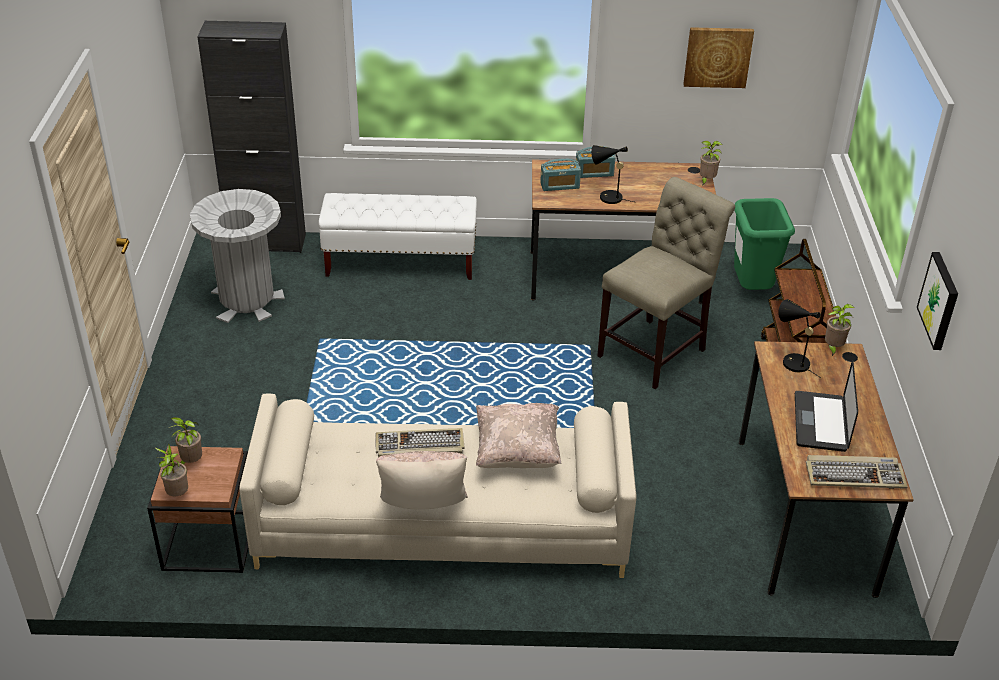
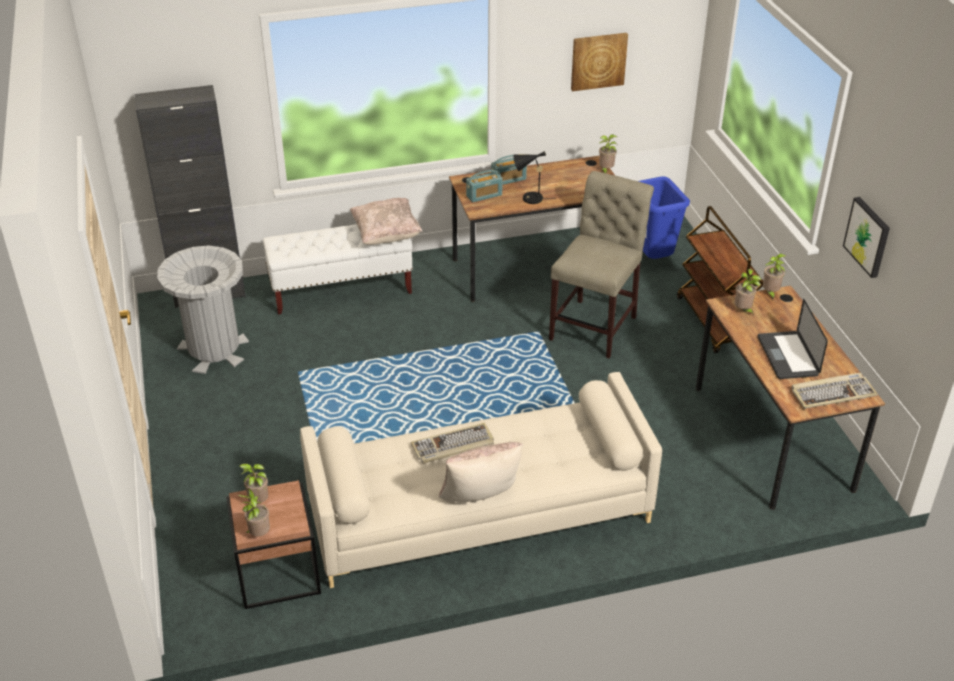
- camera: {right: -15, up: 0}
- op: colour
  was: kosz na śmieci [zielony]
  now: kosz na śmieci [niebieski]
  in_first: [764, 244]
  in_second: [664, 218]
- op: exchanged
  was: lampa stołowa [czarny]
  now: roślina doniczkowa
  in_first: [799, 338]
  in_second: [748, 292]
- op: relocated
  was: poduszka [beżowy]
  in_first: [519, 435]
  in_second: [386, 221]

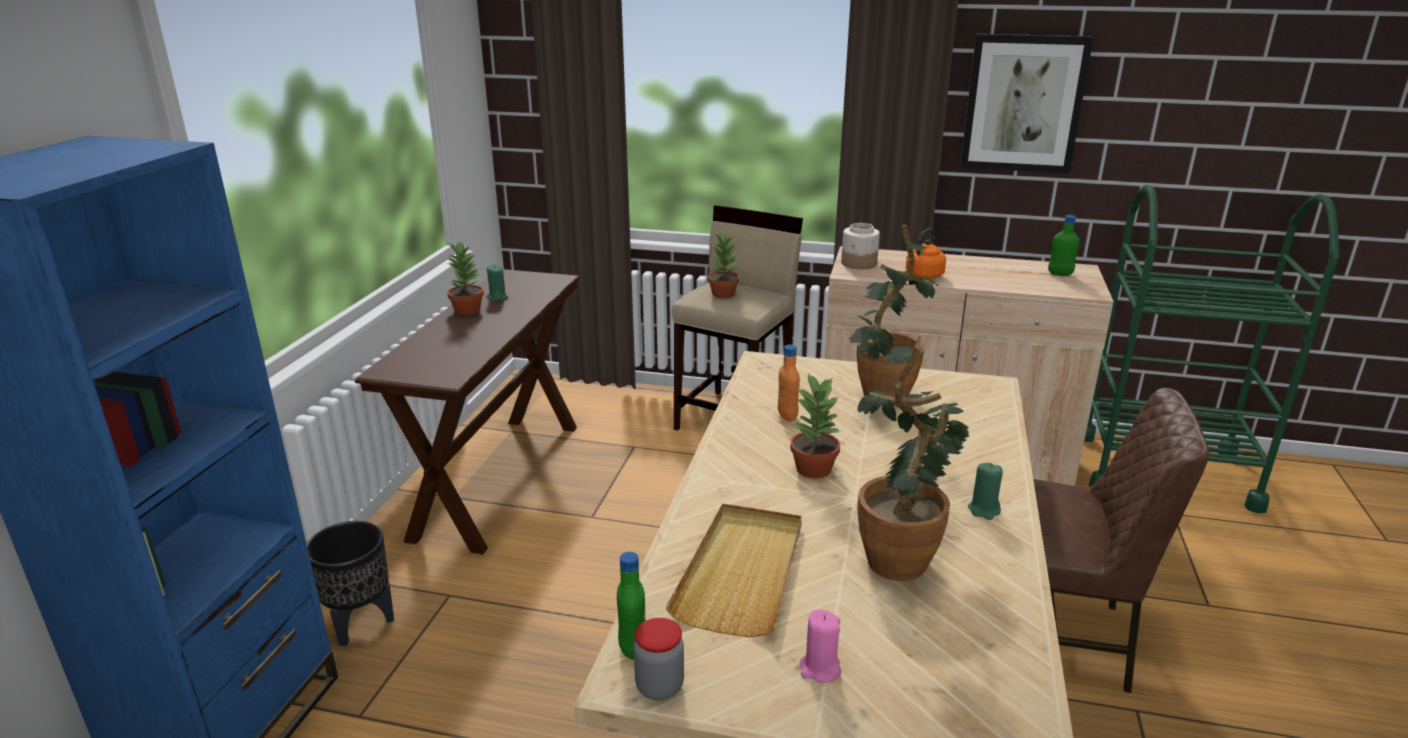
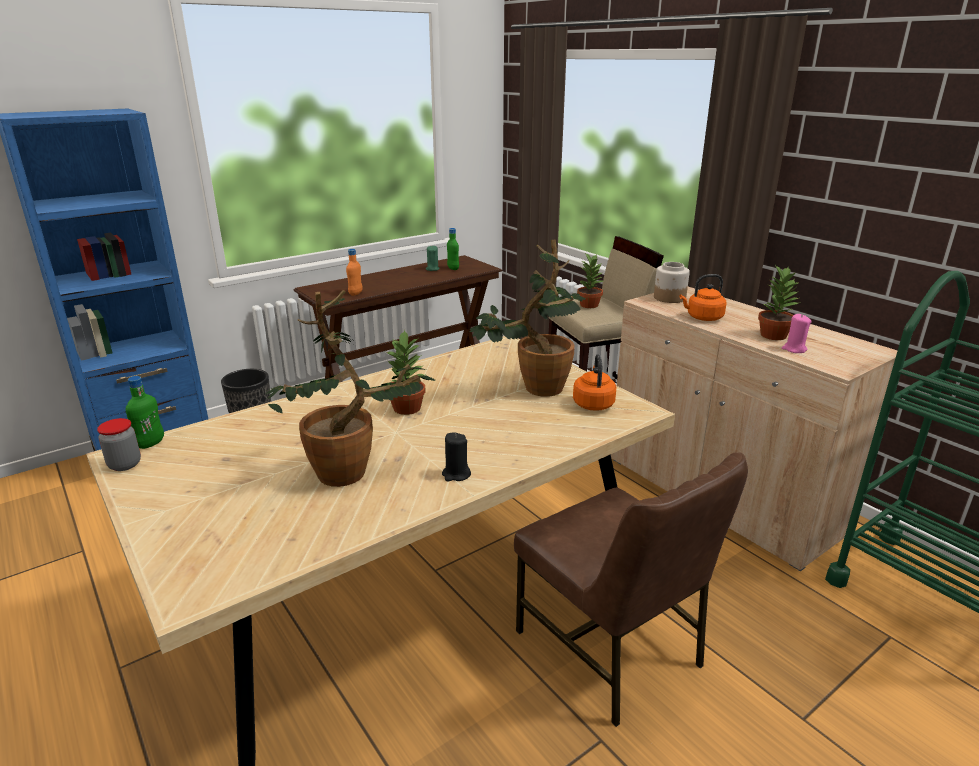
- camera: {right: 40, up: 0}
- op: missing
  was: obraz
  in_first: [1027, 104]
- op: relocated
  was: butelka [zielony]
  in_first: [1064, 245]
  in_second: [453, 249]
- op: relocated
  was: roślina doniczkowa
  in_first: [465, 278]
  in_second: [778, 302]
- op: relocated
  was: butelka [pomarańczowy]
  in_first: [789, 382]
  in_second: [354, 272]
- op: colour
  was: świeca [zielony]
  now: świeca [czarny]
  in_first: [985, 491]
  in_second: [456, 457]
- op: missing
  was: taca [beżowy]
  in_first: [734, 571]
- op: relocated
  was: świeca [różowy]
  in_first: [820, 646]
  in_second: [797, 333]
- op: appeared
  now: czajnik [pomarańczowy]
  in_second: [594, 382]

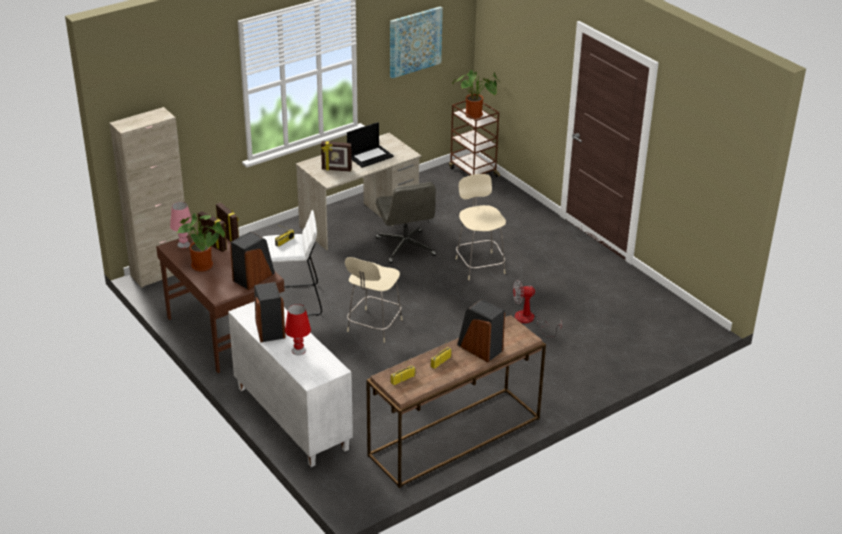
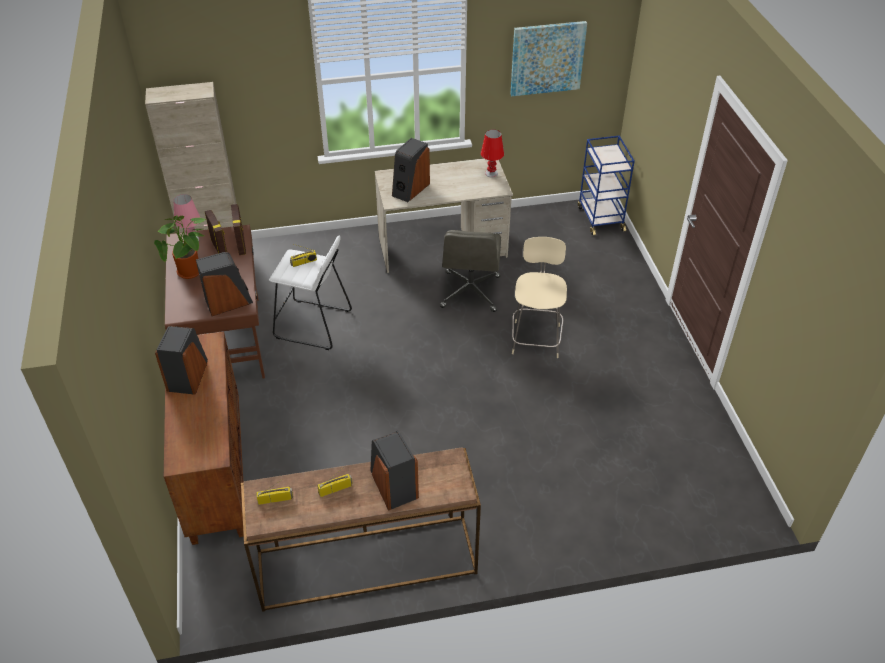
- camera: {right: 25, up: 10}
- op: missing
  was: roślina doniczkowa
  in_first: [476, 94]
- op: colour
  was: wózek [brązowy]
  now: wózek [niebieski]
  in_first: [474, 138]
  in_second: [606, 185]
- op: missing
  was: laptop
  in_first: [370, 145]
- op: exchanged
  was: ramka na zdjęcie
  now: głośnik
  in_first: [336, 156]
  in_second: [411, 170]
- op: missing
  was: krzesło [beżowy]
  in_first: [374, 300]
- op: missing
  was: wentylator
  in_first: [537, 308]
- op: colour
  was: szafka [biały]
  now: szafka [brązowy]
  in_first: [290, 384]
  in_second: [204, 438]
- op: relocated
  was: lampa stołowa [czerwony]
  in_first: [298, 329]
  in_second: [492, 153]

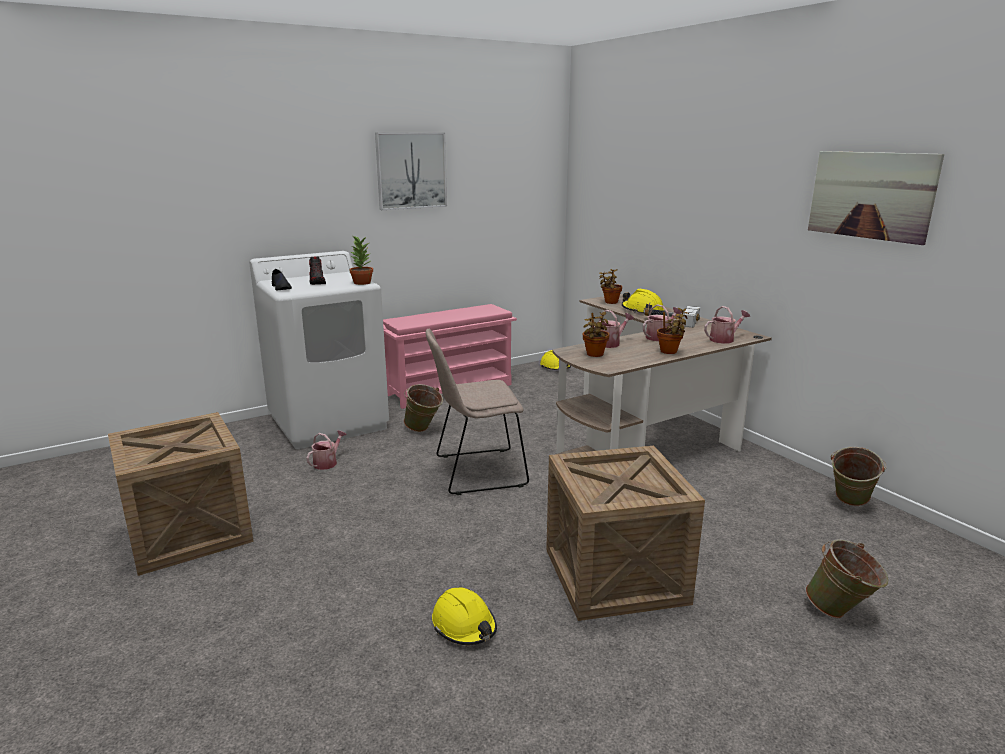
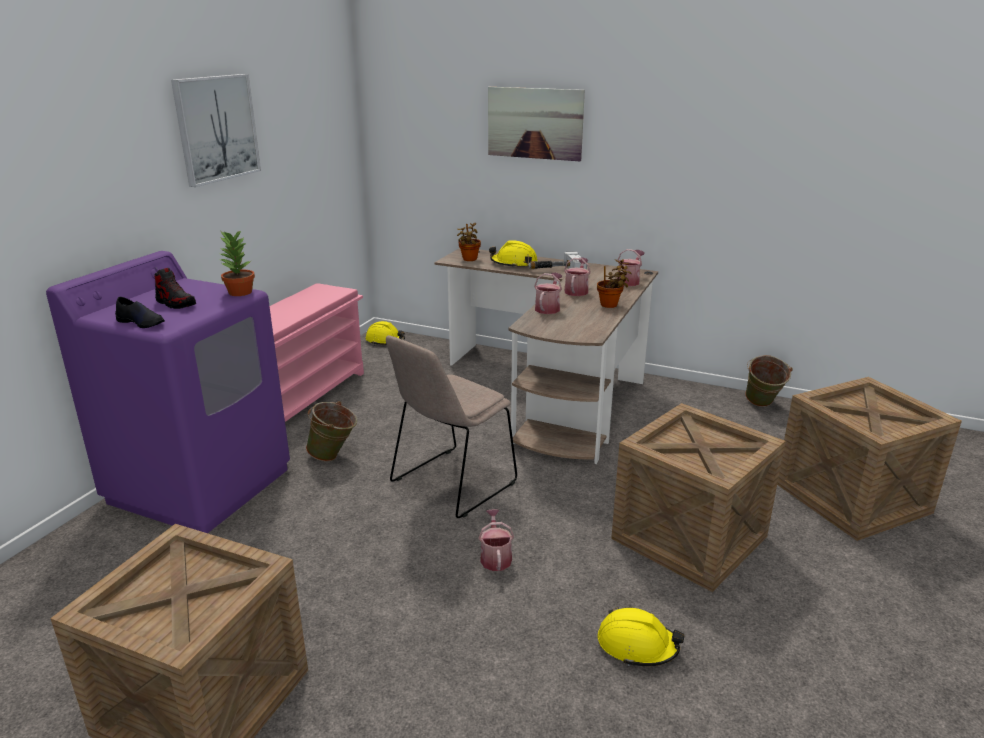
- camera: {right: -35, up: 5}
- op: relocated
  was: obraz
  in_first: [876, 198]
  in_second: [536, 124]
- op: colour
  was: pralka [biały]
  now: pralka [fioletowy]
  in_first: [319, 350]
  in_second: [168, 392]
- op: missing
  was: roślina doniczkowa
  in_first: [596, 334]
- op: relocated
  was: konewka
  in_first: [326, 450]
  in_second: [496, 540]
- op: exchanged
  was: wiadro [zielony]
  now: skrzynka
  in_first: [847, 579]
  in_second: [869, 459]

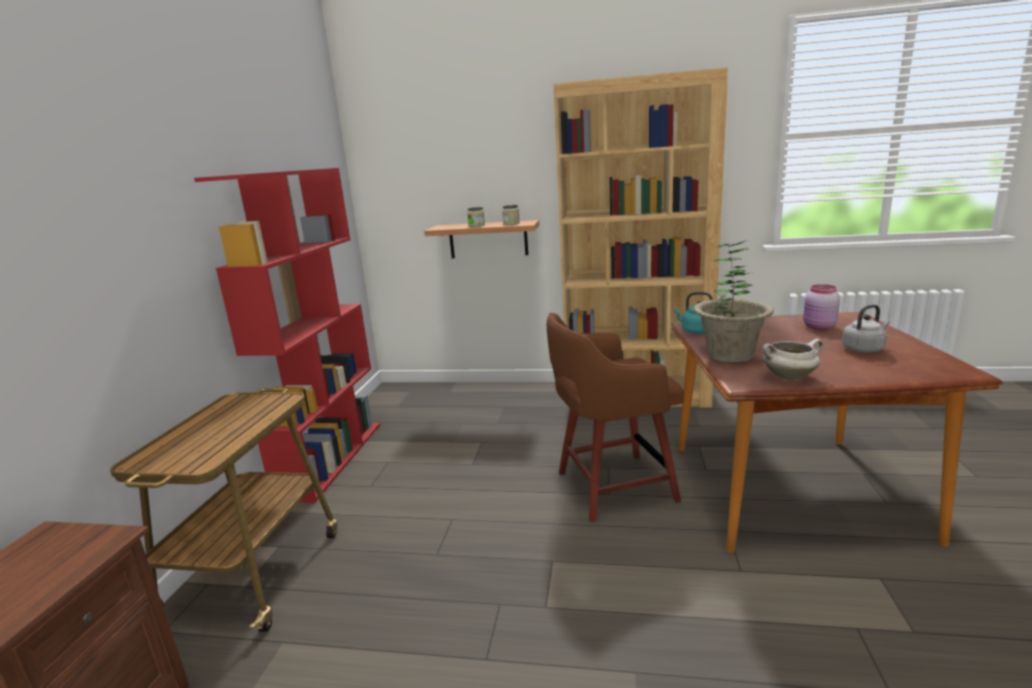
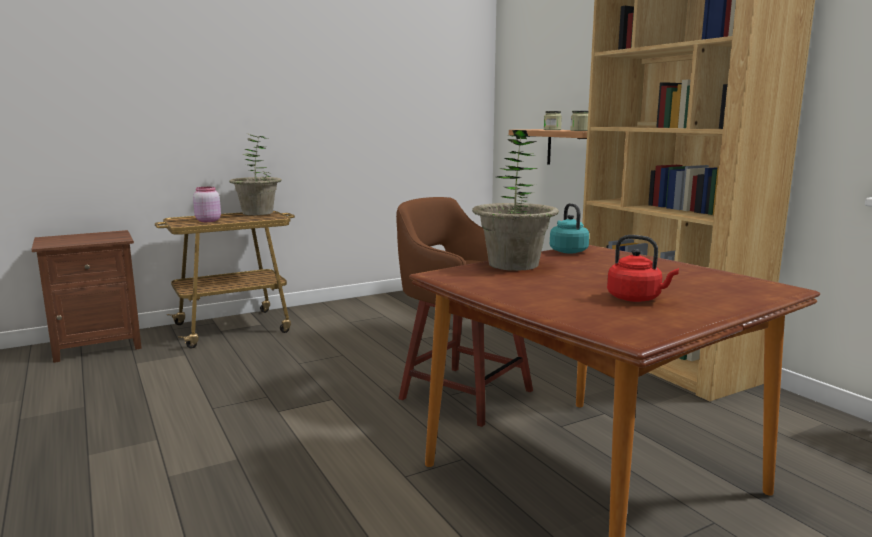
- camera: {right: 50, up: -5}
- op: missing
  was: regał [czerwony]
  in_first: [287, 335]
- op: relocated
  was: słoik [różowy]
  in_first: [821, 307]
  in_second: [207, 204]
- op: colour
  was: czajnik [szary]
  now: czajnik [czerwony]
  in_first: [866, 329]
  in_second: [643, 268]
- op: missing
  was: garnek [biały]
  in_first: [793, 359]
- op: appeared
  now: roślina doniczkowa
  in_second: [255, 174]

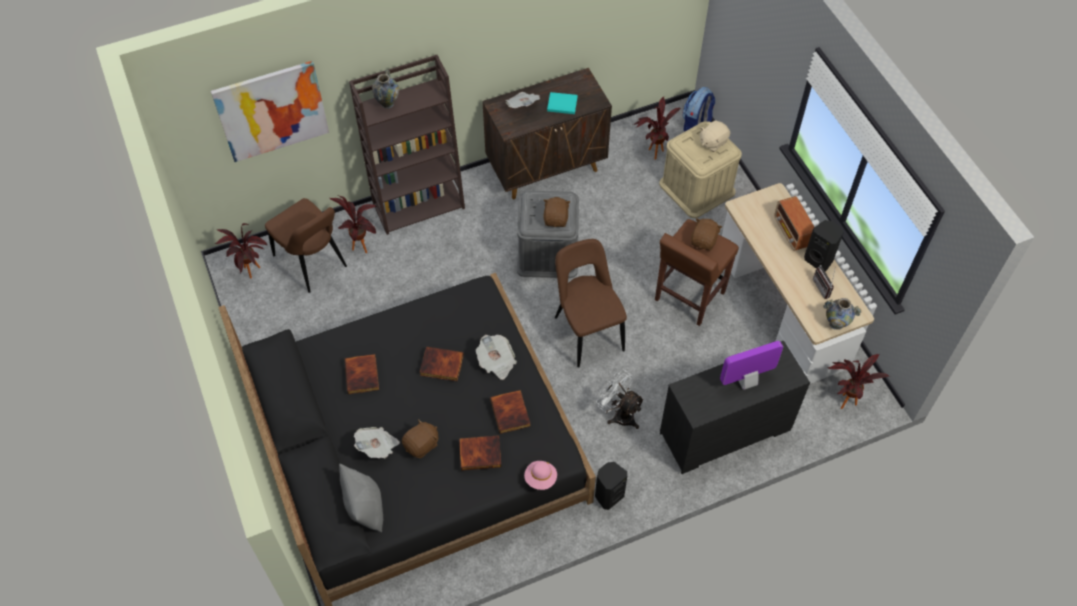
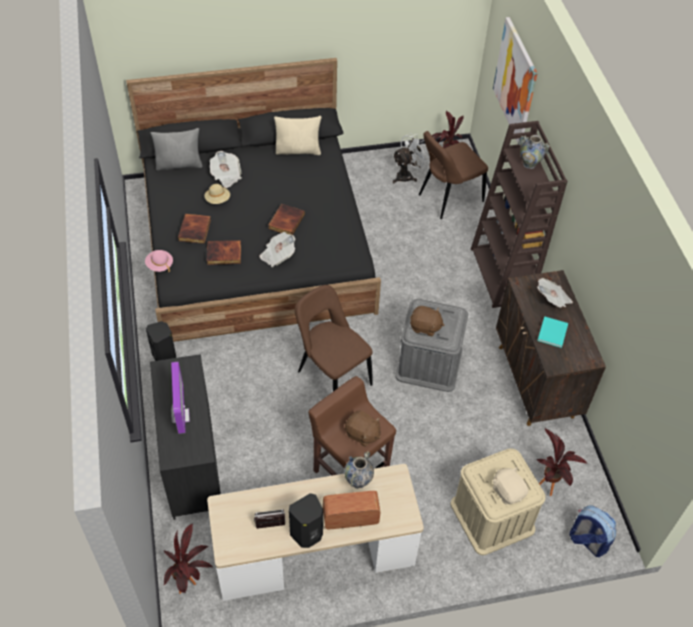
- camera: {right: 100, up: -5}
- op: missing
  was: roślina doniczkowa
  in_first: [354, 224]
- op: spun
  was: krzesło [brązowy]
  in_first: [591, 303]
  in_second: [334, 338]
  clockwise: -120
- op: relocated
  was: wazon
  in_first: [842, 314]
  in_second: [359, 470]
- op: missing
  was: książka
  in_first: [362, 374]
- op: relocated
  was: wentylator [biały]
  in_first: [620, 399]
  in_second: [410, 158]
- op: exchanged
  was: pluszak [brązowy]
  now: kapelusz [beżowy]
  in_first: [420, 438]
  in_second: [217, 194]
- op: appeared
  now: poduszka [beżowy]
  in_second: [298, 135]

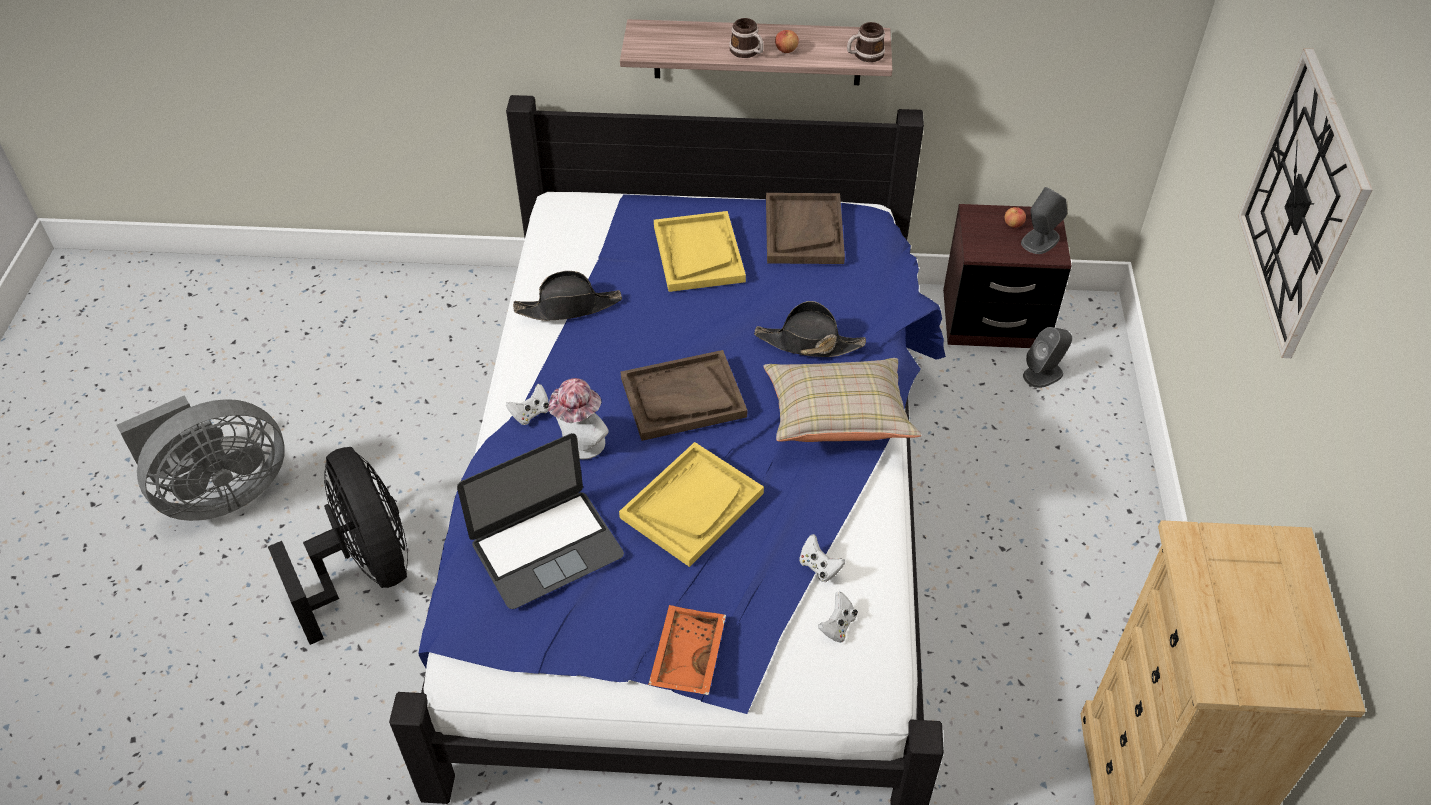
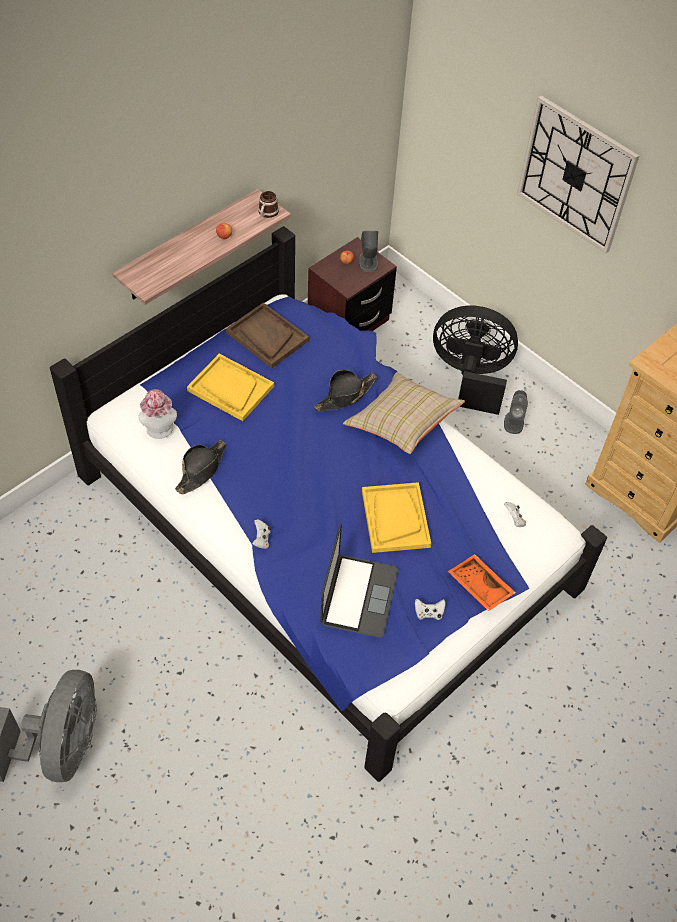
- camera: {right: -50, up: 5}
- op: missing
  was: kubek
  in_first: [746, 38]
- op: relocated
  was: głośnik [szary]
  in_first: [1047, 357]
  in_second: [516, 412]
- op: missing
  was: taca [brązowy]
  in_first: [684, 395]
- op: relocated
  was: kapelusz
  in_first: [578, 418]
  in_second: [158, 414]
- op: relocated
  was: wentylator [czarny]
  in_first: [338, 546]
  in_second: [475, 360]
- op: relocated
  was: pad do gier [biały]
  in_first: [822, 558]
  in_second: [430, 609]

